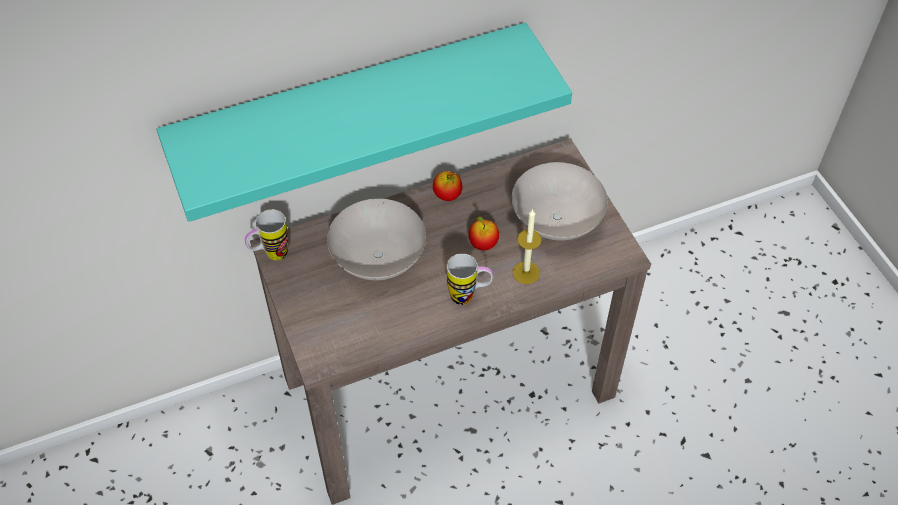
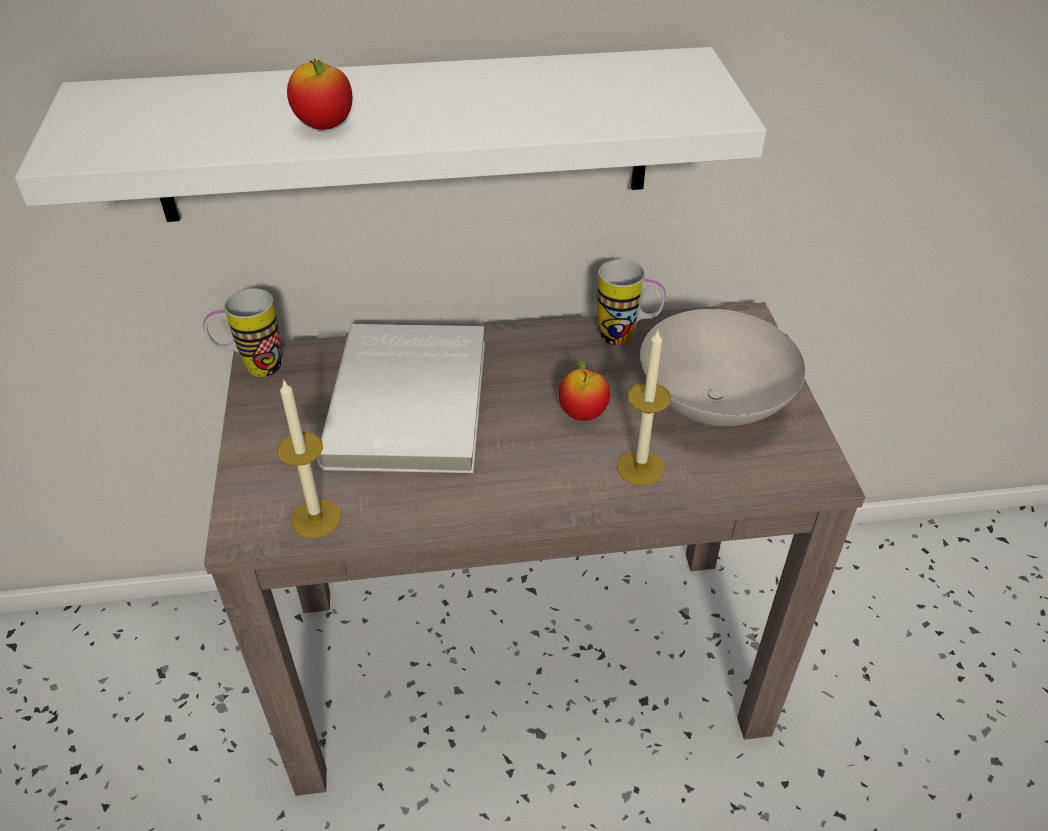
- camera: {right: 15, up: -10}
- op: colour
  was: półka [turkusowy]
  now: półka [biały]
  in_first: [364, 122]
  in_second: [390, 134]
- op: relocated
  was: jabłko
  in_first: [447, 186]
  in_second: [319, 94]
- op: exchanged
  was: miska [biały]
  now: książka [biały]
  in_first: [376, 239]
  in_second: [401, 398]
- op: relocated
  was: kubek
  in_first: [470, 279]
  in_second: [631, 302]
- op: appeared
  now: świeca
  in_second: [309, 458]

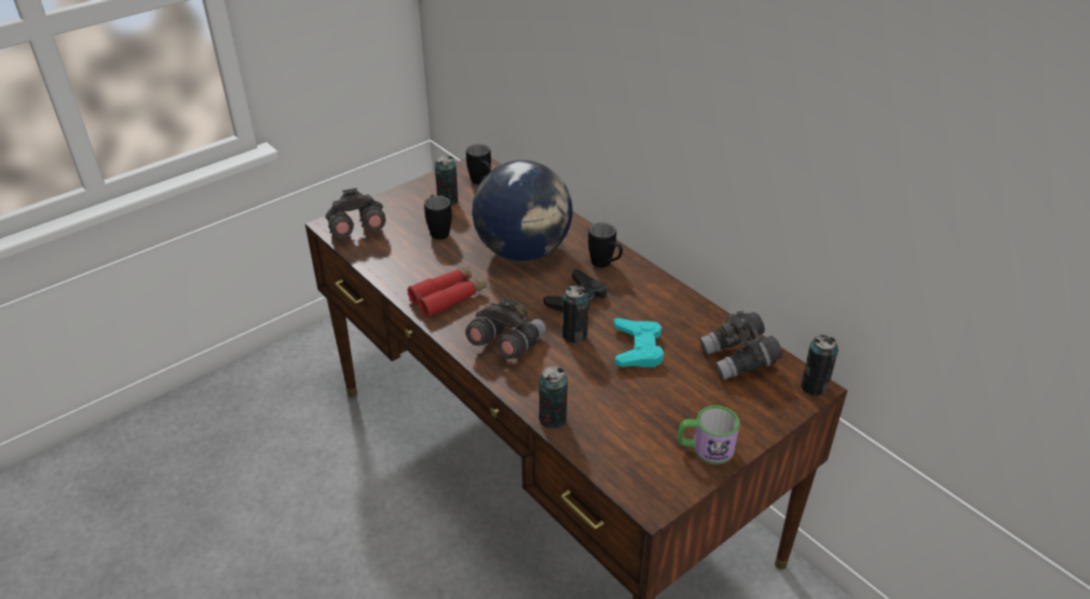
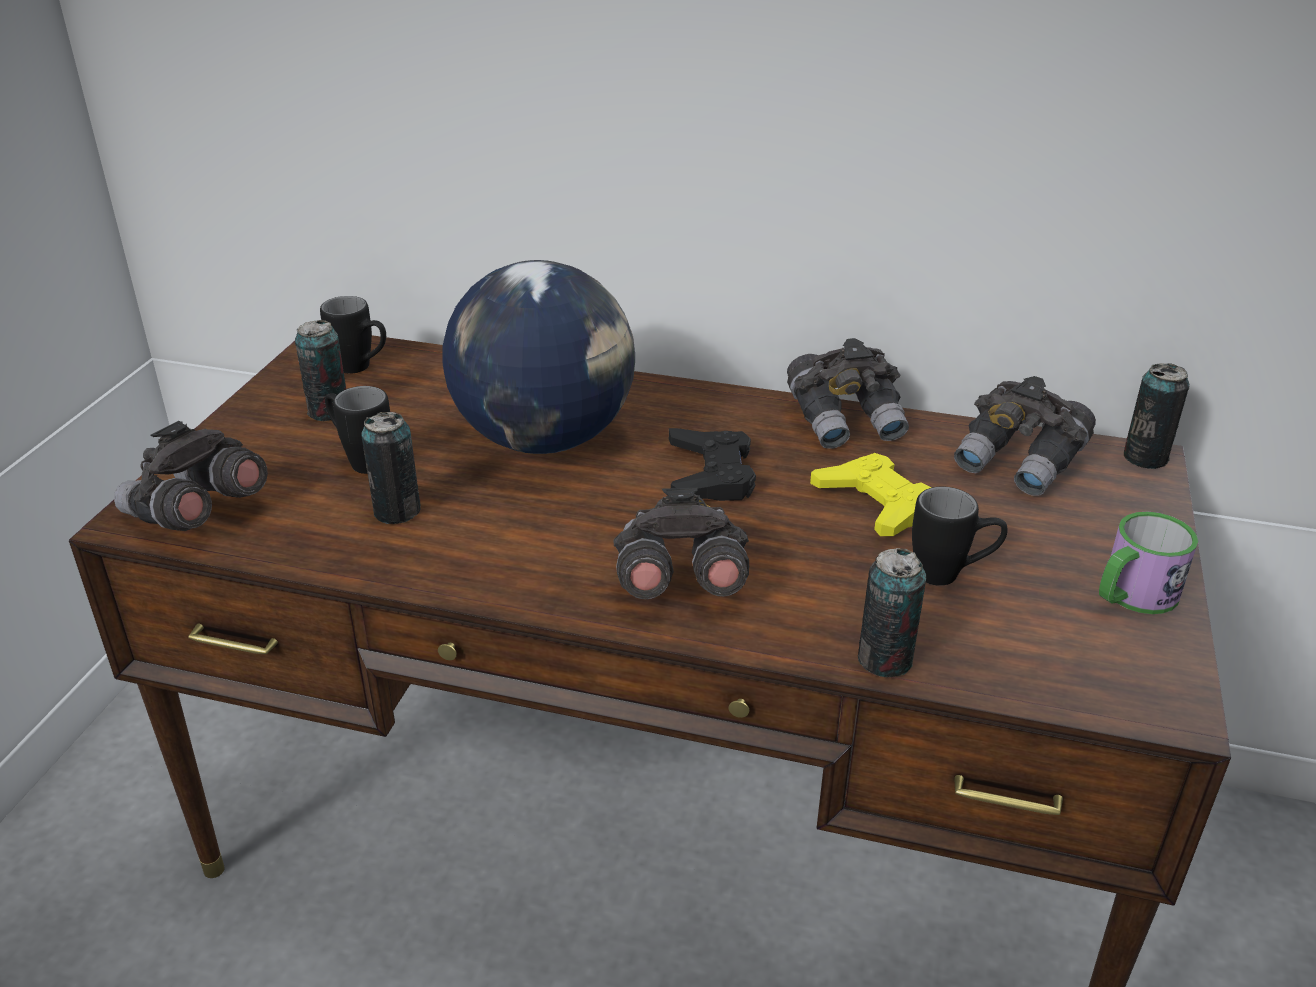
- camera: {right: -35, up: -5}
- op: relocated
  was: kubek [czarny]
  in_first: [605, 245]
  in_second: [960, 536]
- op: missing
  was: lornetka [czerwony]
  in_first: [447, 292]
- op: relocated
  was: puszka
  in_first: [575, 314]
  in_second: [391, 468]
- op: colour
  was: pad do gier [turkusowy]
  now: pad do gier [żółty]
  in_first: [639, 342]
  in_second: [871, 494]
- op: appeared
  now: lornetka [szary]
  in_second: [848, 393]

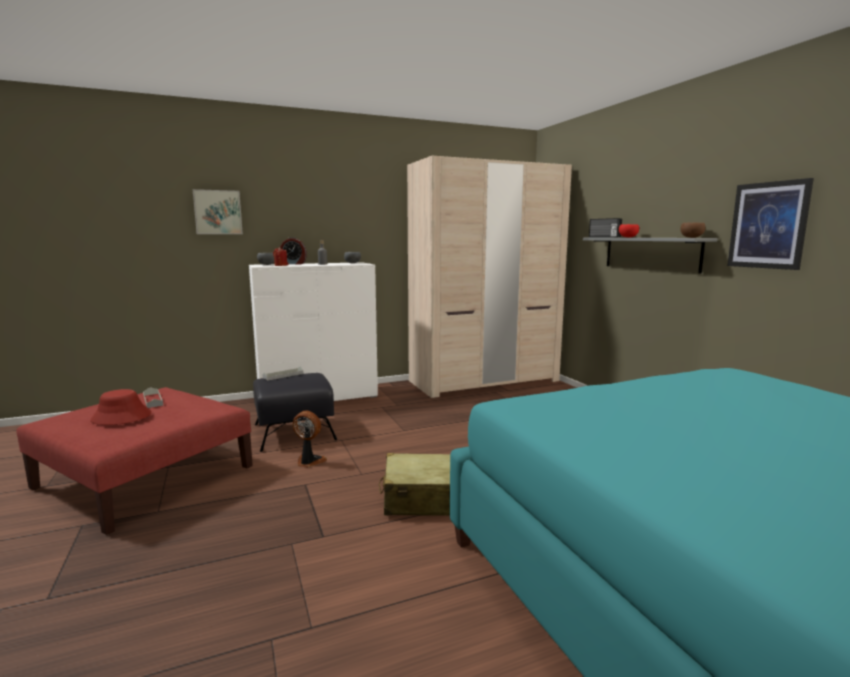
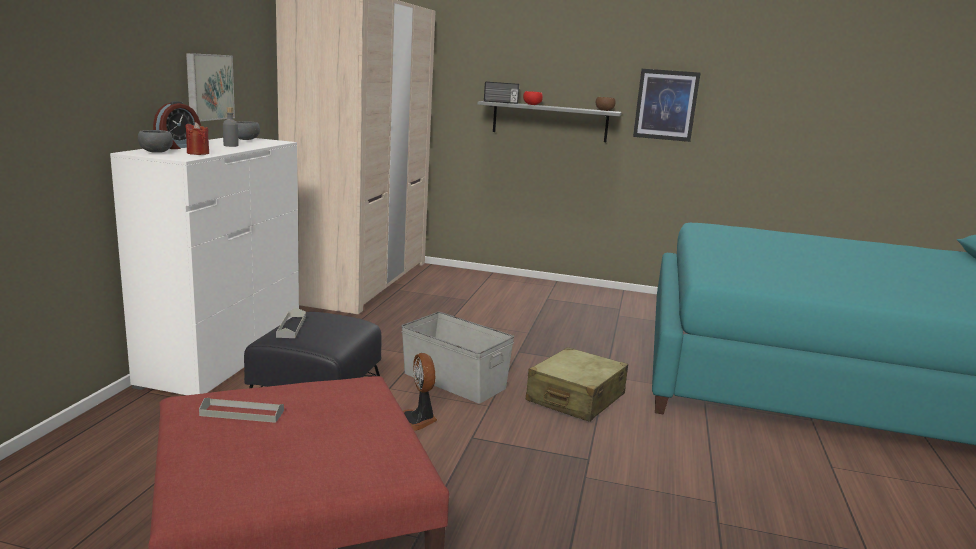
- camera: {right: -55, up: 5}
- op: relocated
  was: obraz
  in_first: [218, 211]
  in_second: [210, 87]
- op: missing
  was: kapelusz [czerwony]
  in_first: [121, 407]
- op: spun
  was: wentylator
  in_first: [309, 439]
  in_second: [420, 392]
  clockwise: -75
- op: appeared
  now: pojemnik do przechowywania [szary]
  in_second: [457, 358]

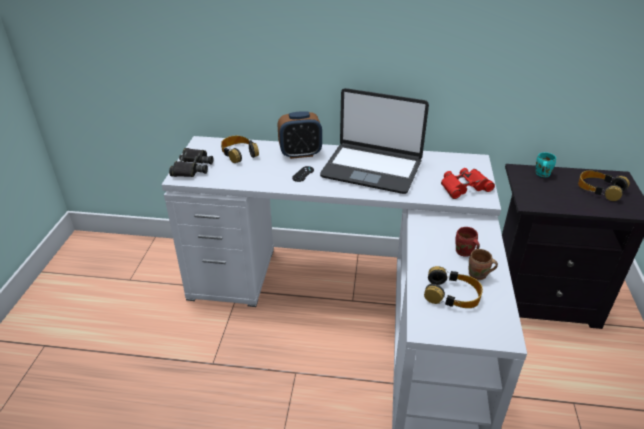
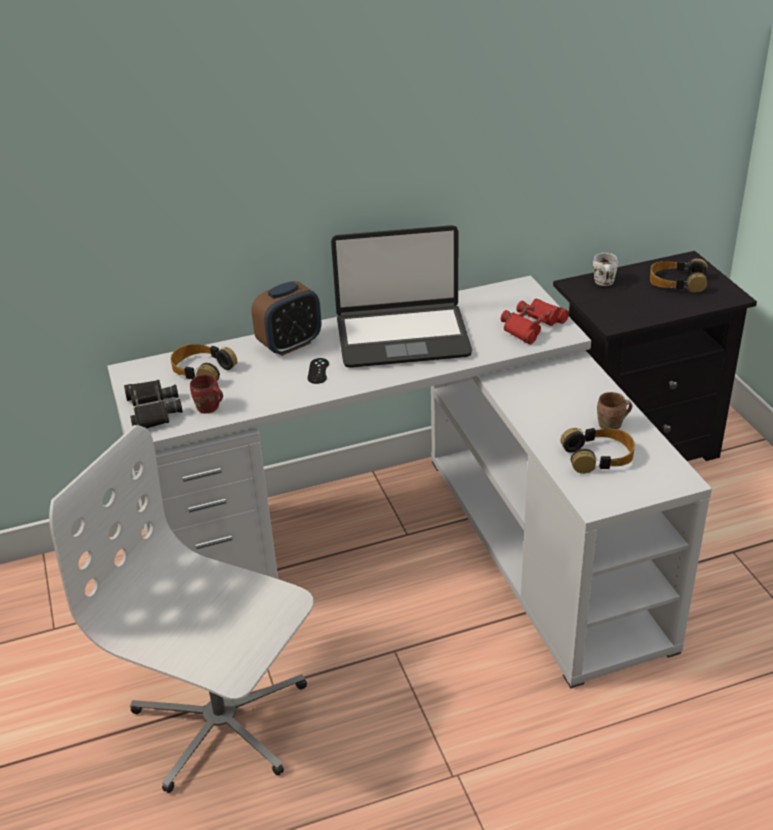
- camera: {right: -25, up: 0}
- op: colour
  was: kubek [turkusowy]
  now: kubek [biały]
  in_first: [546, 164]
  in_second: [605, 269]
- op: relocated
  was: kubek [czerwony]
  in_first: [467, 242]
  in_second: [206, 394]
- op: appeared
  now: krzesło biurowe [biały]
  in_second: [181, 609]

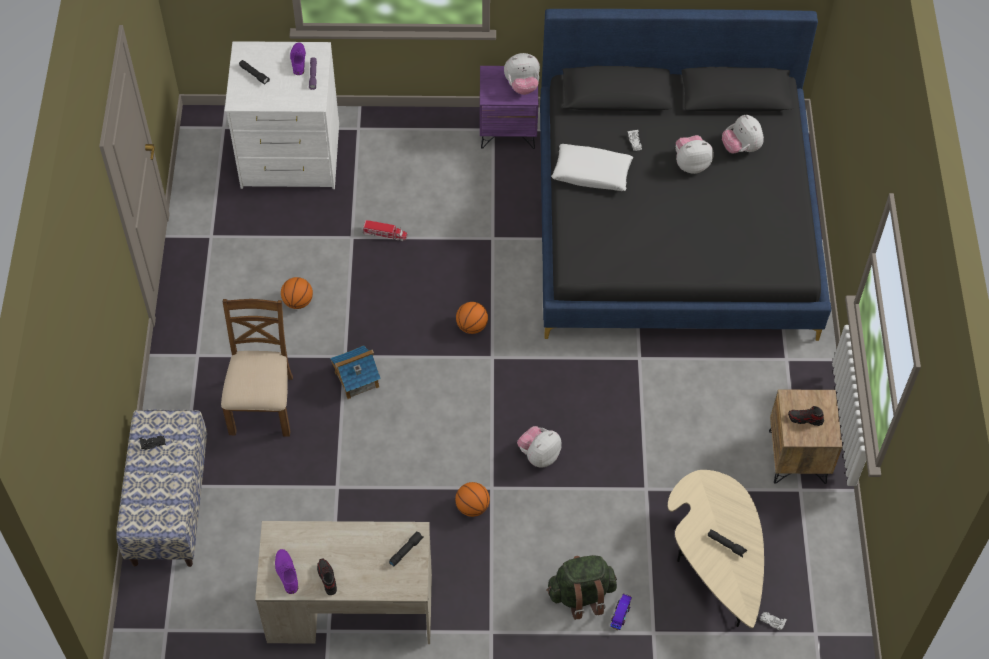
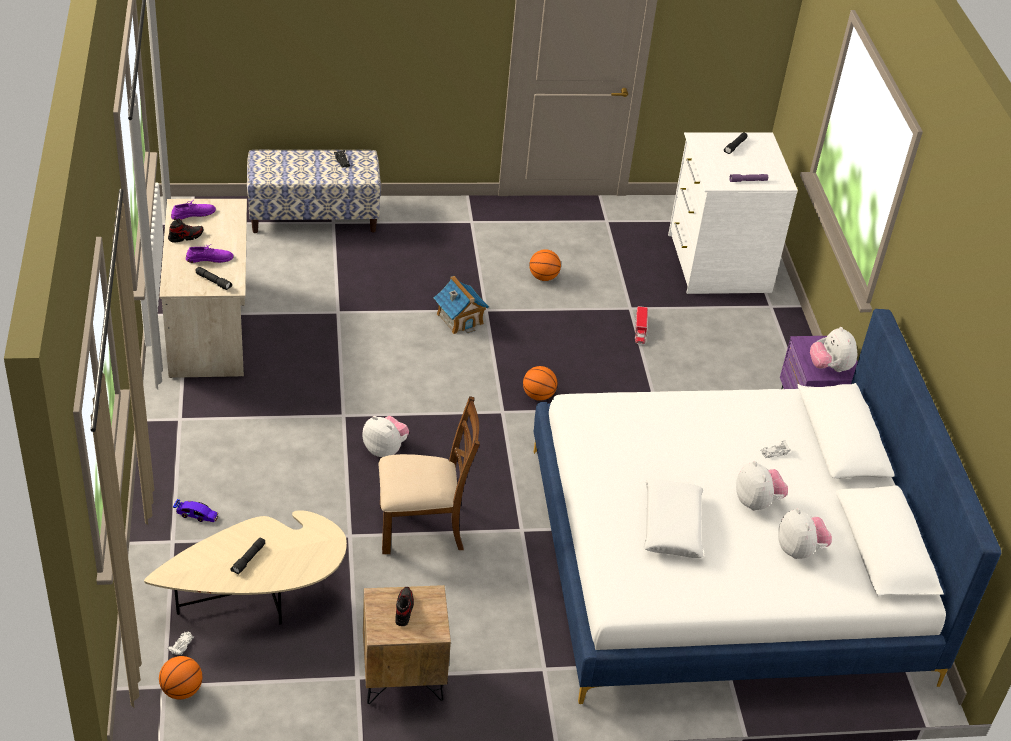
- camera: {right: 80, up: -15}
- op: colour
  was: łóżko [czarny]
  now: łóżko [biały]
  in_first: [685, 175]
  in_second: [767, 506]
- op: relocated
  was: but [fioletowy]
  in_first: [298, 58]
  in_second: [210, 254]
- op: spun
  was: pluszak
  in_first: [743, 133]
  in_second: [805, 533]
  clockwise: 105
- op: relocated
  was: poduszka [biały]
  in_first: [592, 167]
  in_second: [673, 518]
- op: relocated
  was: krzesło [brązowy]
  in_first: [257, 368]
  in_second: [429, 475]
- op: relocated
  was: piłka do koszykówki
  in_first: [472, 499]
  in_second: [180, 677]
- op: missing
  was: plecak [zielony]
  in_first: [581, 587]

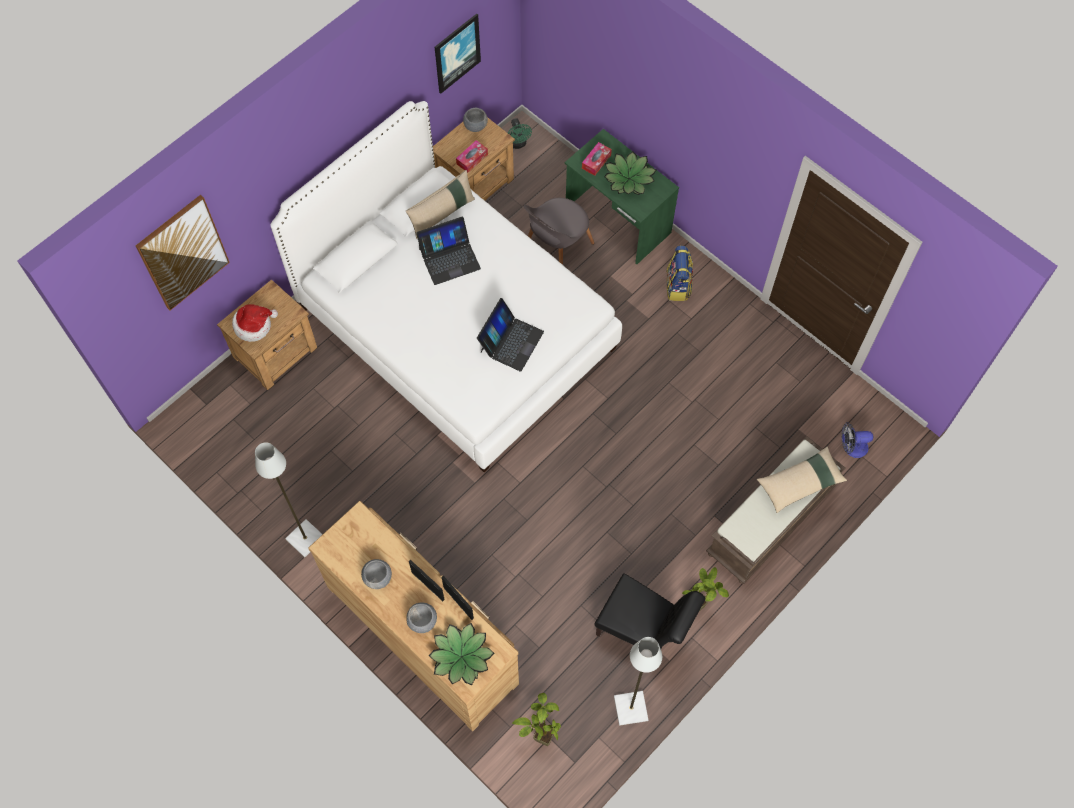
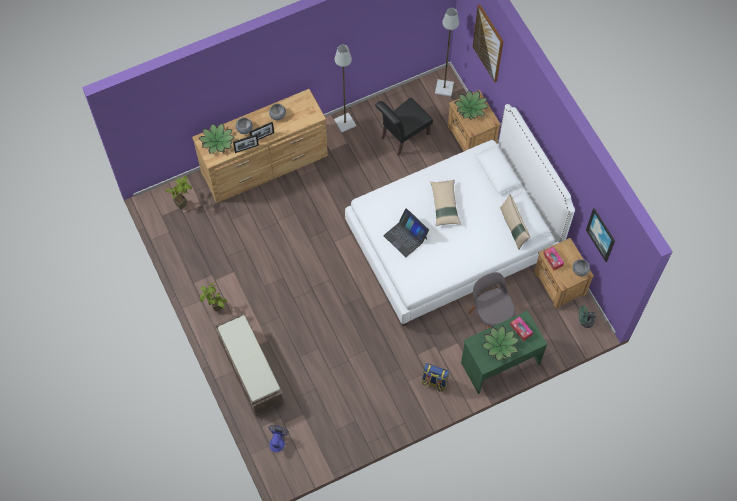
- camera: {right: 110, up: 0}
- op: missing
  was: laptop
  in_first: [448, 251]
- op: exchanged
  was: kapelusz
  now: roślina doniczkowa
  in_first: [255, 323]
  in_second: [471, 105]
- op: relocated
  was: poduszka [beżowy]
  in_first: [802, 480]
  in_second: [445, 203]
- op: relocated
  was: krzesło [czarny]
  in_first: [650, 611]
  in_second: [404, 127]
- op: relocated
  was: lampa stojąca [szary]
  in_first: [638, 681]
  in_second: [447, 52]

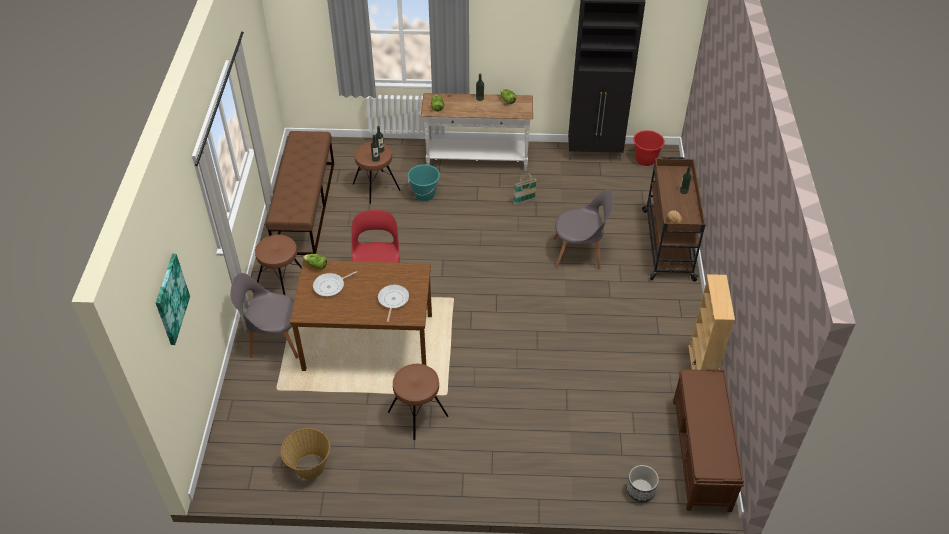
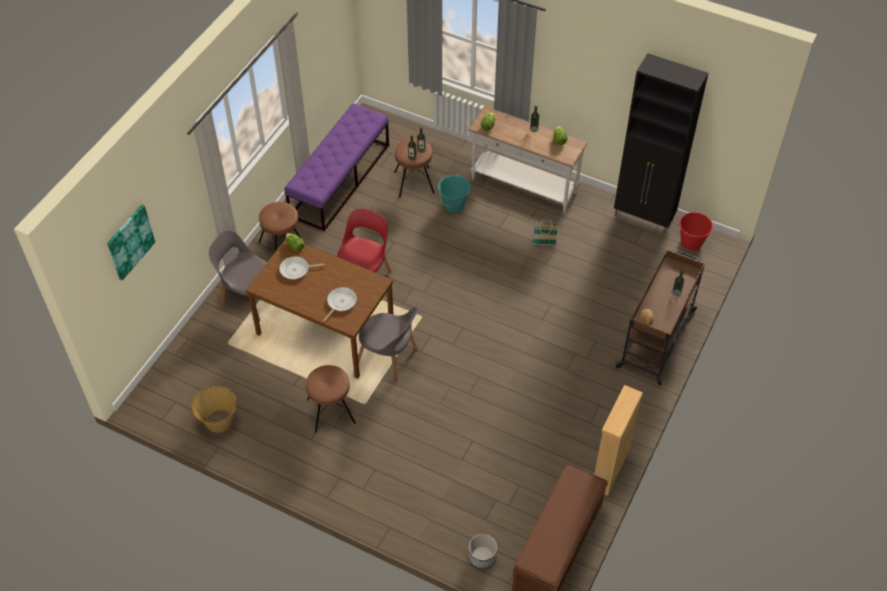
- camera: {right: 25, up: 5}
- op: colour
  was: ławka [brązowy]
  now: ławka [fioletowy]
  in_first: [300, 193]
  in_second: [336, 167]
- op: relocated
  was: krzesło [szary]
  in_first: [584, 229]
  in_second: [388, 344]

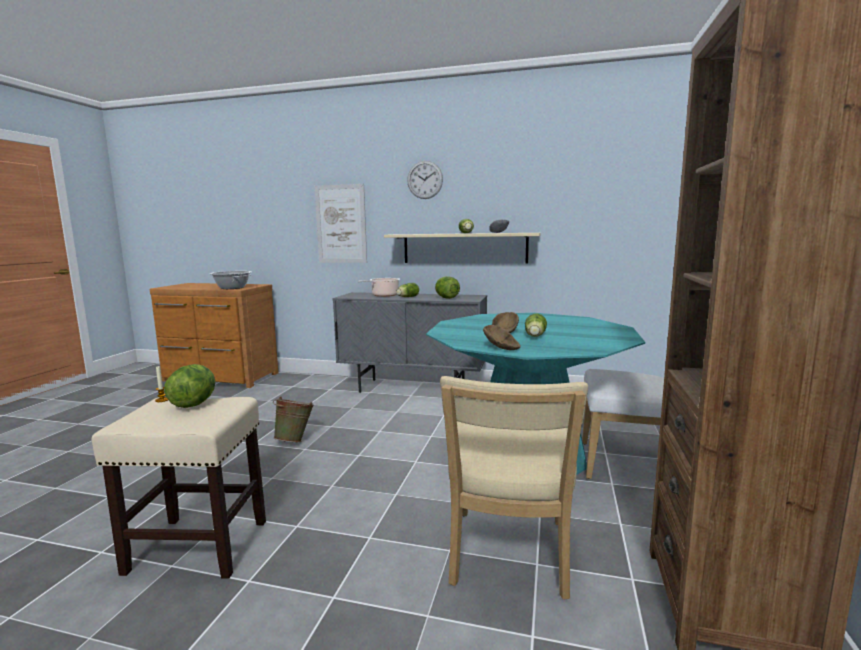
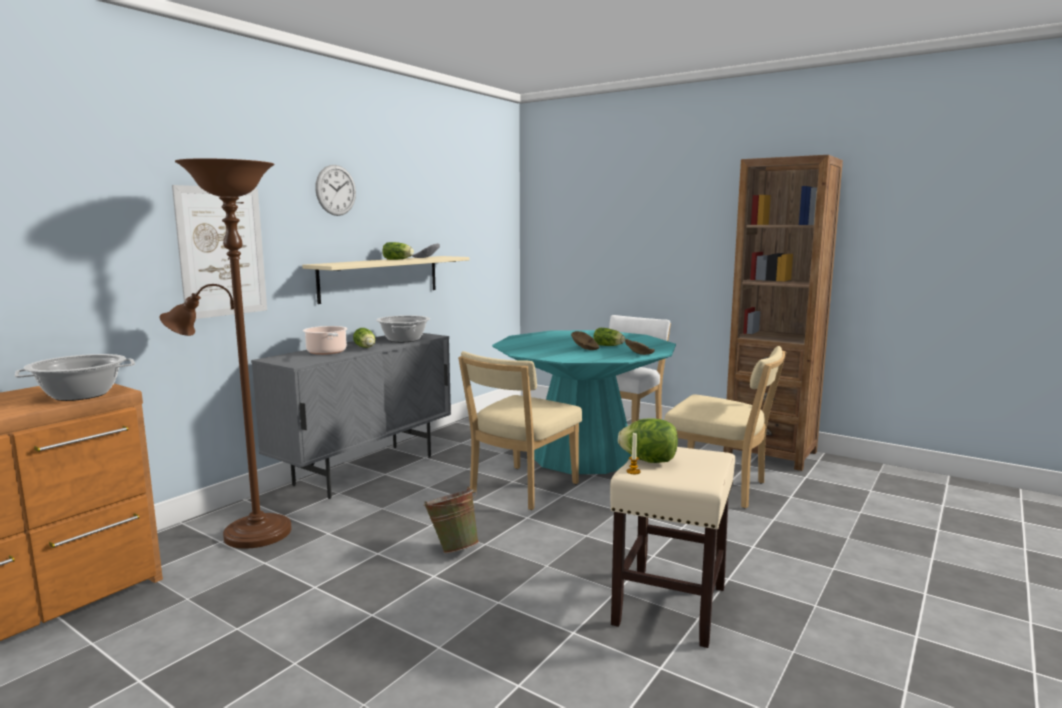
- camera: {right: -70, up: 0}
- op: exchanged
  was: sałata
  now: garnek
  in_first: [447, 287]
  in_second: [403, 328]
- op: appeared
  now: lampa stojąca [brązowy]
  in_second: [226, 353]
- op: appeared
  now: krzesło [beżowy]
  in_second: [520, 430]

